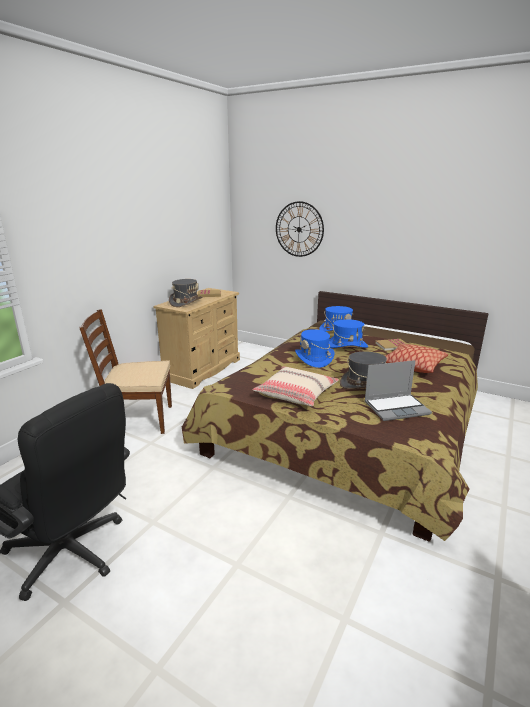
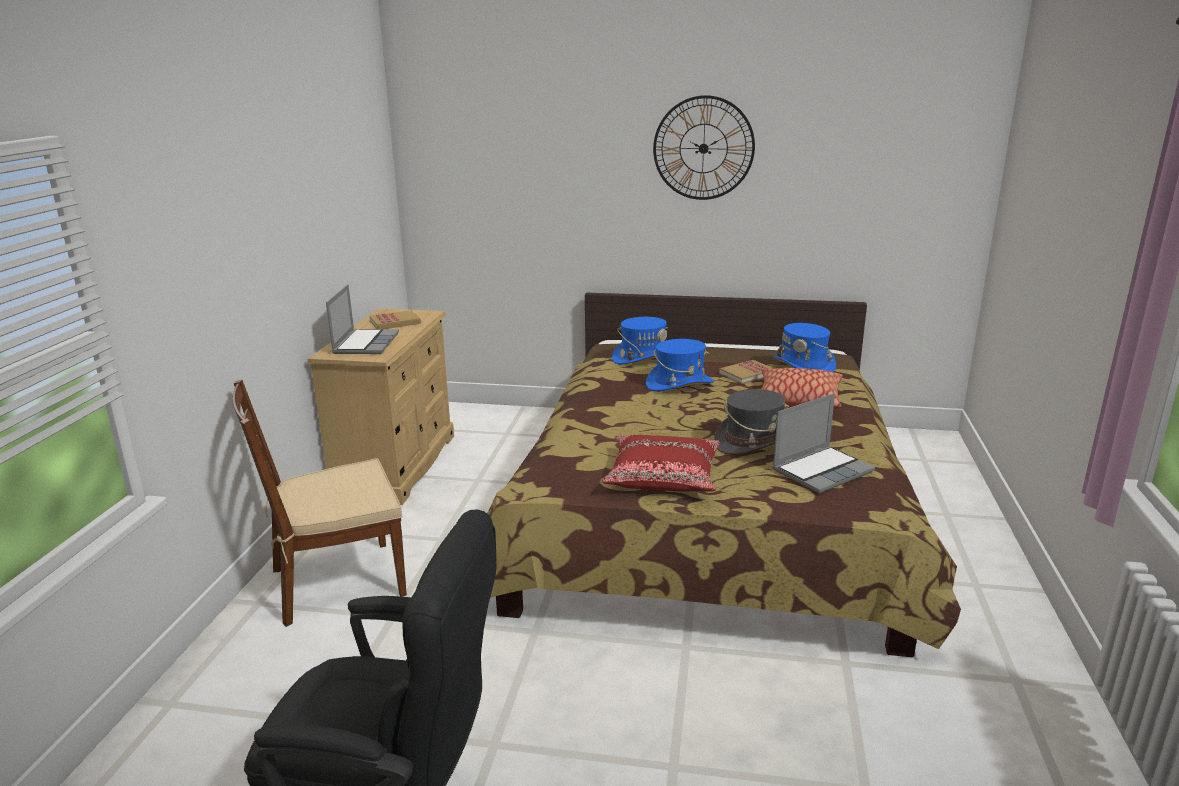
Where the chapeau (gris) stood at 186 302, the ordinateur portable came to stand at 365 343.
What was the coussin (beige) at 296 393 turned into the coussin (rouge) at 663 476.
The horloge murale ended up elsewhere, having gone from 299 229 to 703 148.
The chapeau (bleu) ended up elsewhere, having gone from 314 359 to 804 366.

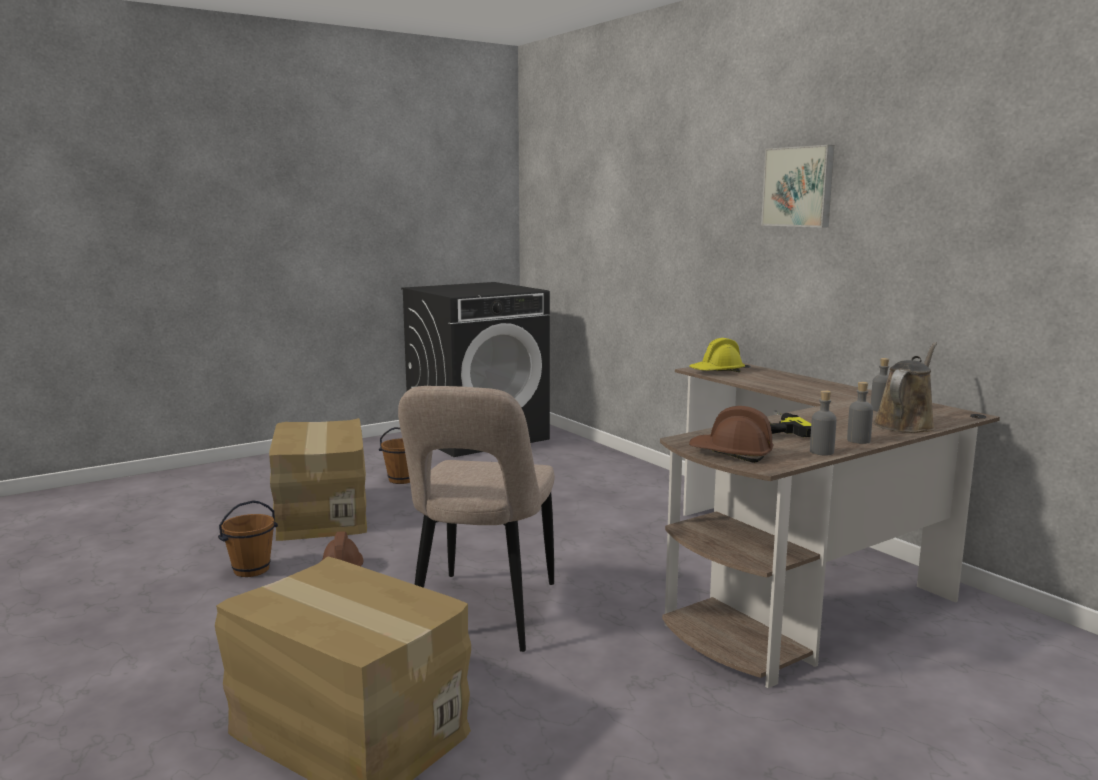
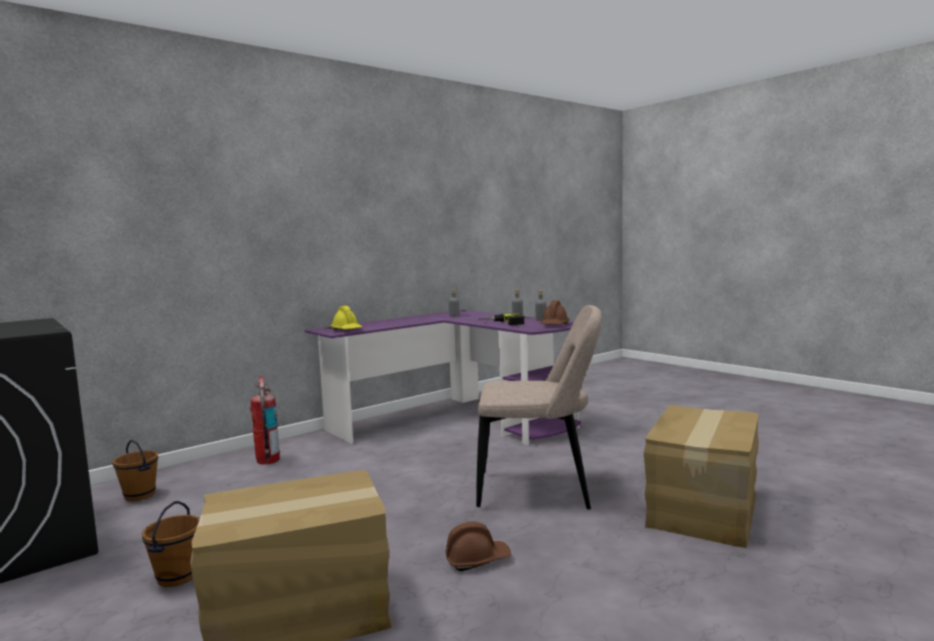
The seau (marron) ended up elsewhere, having gone from 251 570 to 139 495.
The second view gained the extincteur at 267 460.
What was the bureau (marron) at 798 578 turned into the bureau (violet) at 457 420.
The second view lost the tableau at 799 187.
The second view lost the arrosoir (marron) at 905 424.

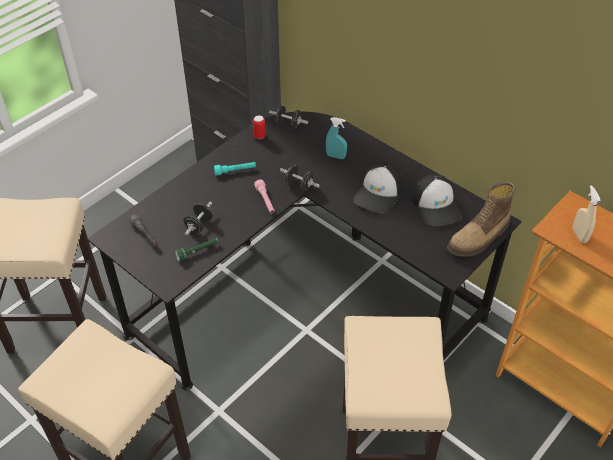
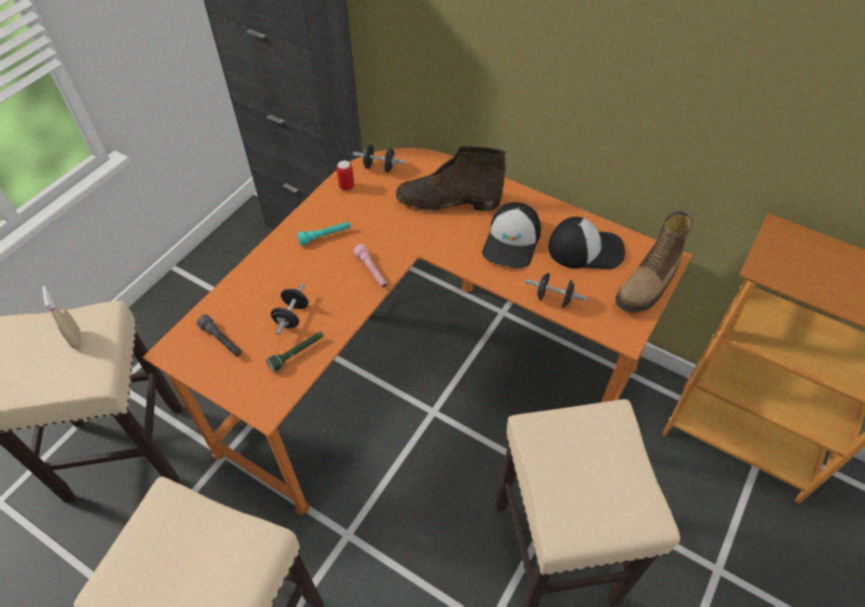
The vaporisateur (beige) ended up elsewhere, having gone from 579 235 to 76 339.
What was the bureau (noir) at 304 294 turned into the bureau (orange) at 422 367.
Where the vaporisateur (turquoise) stood at 335 156, the botte (marron) came to stand at 447 201.
The haltère (noir) ended up elsewhere, having gone from 299 185 to 553 298.
The casquette at 436 205 ended up facing another way, 60 degrees counterclockwise from before.

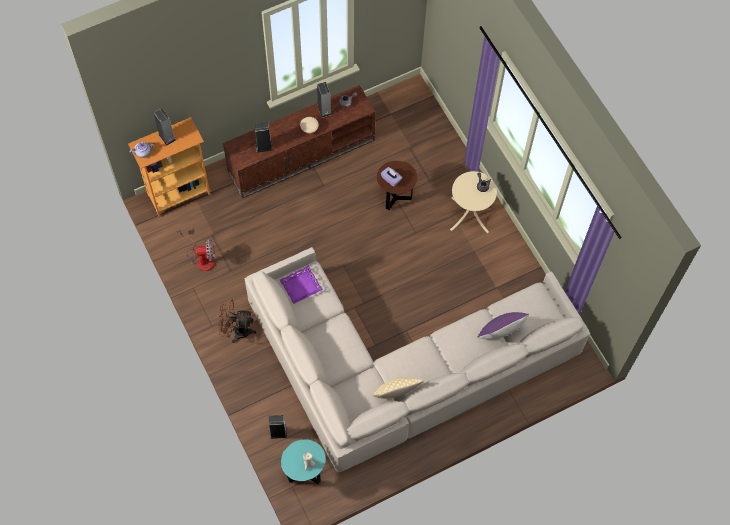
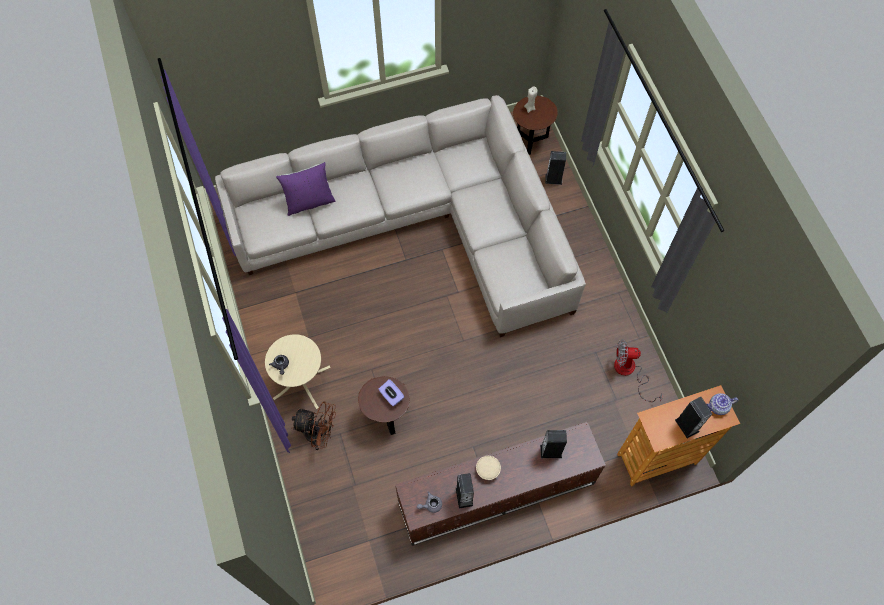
The ventilateur (marron) ended up elsewhere, having gone from 236 331 to 319 434.
What was the table d'appoint (turquoise) at 304 473 turned into the table d'appoint (marron) at 531 141.
The second view lost the plateau (violet) at 301 286.
The second view lost the coussin at 396 394.

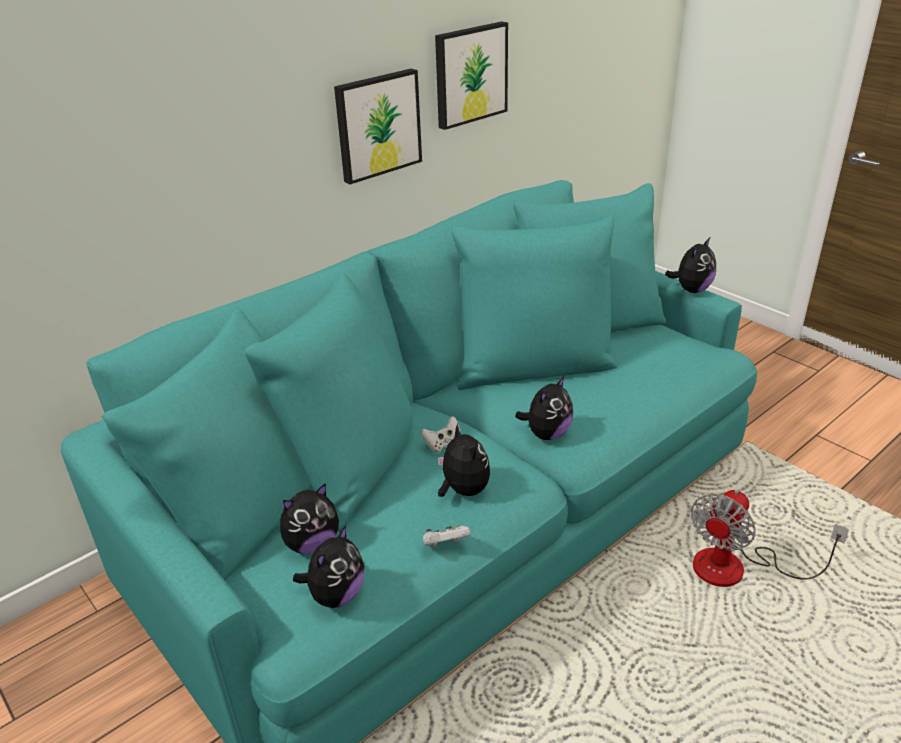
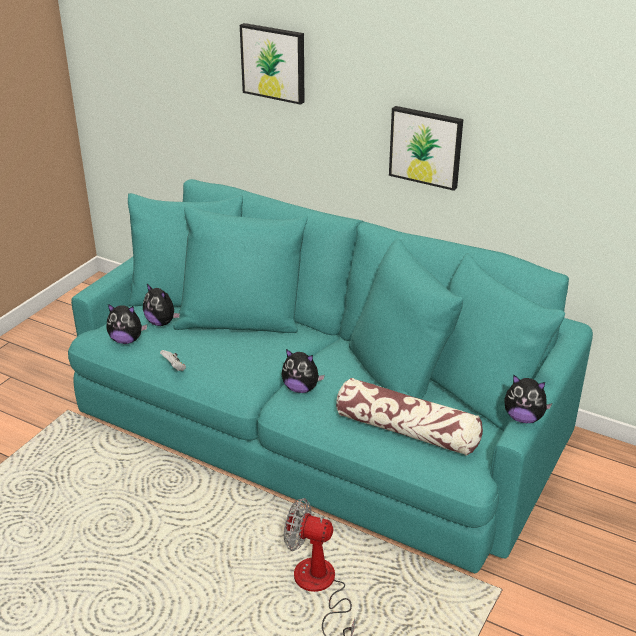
The tableau ended up elsewhere, having gone from 470 74 to 274 62.
The second view gained the coussin at 407 430.
The second view lost the manette (blanc) at 443 444.
The second view lost the peluche at 463 490.

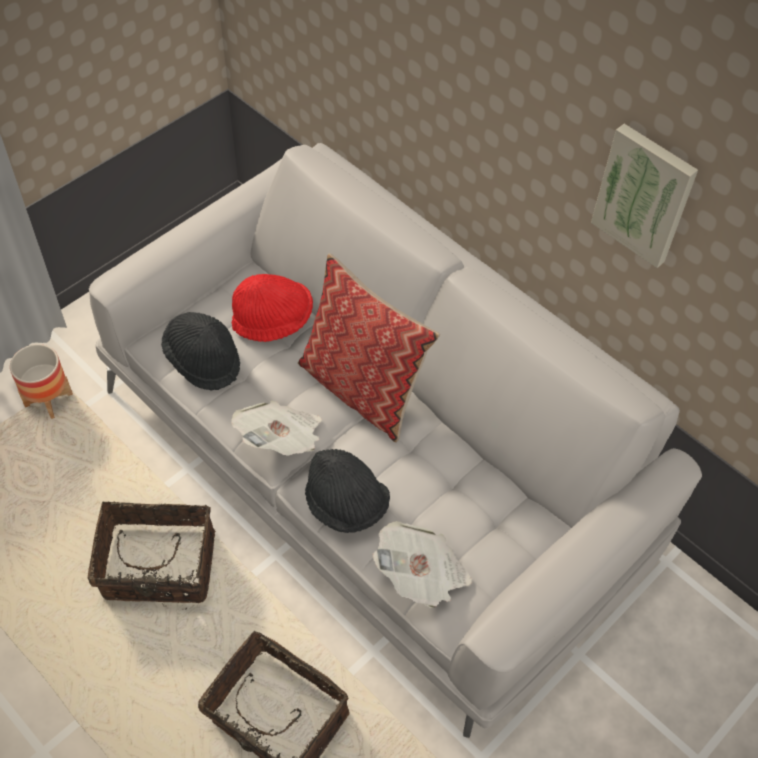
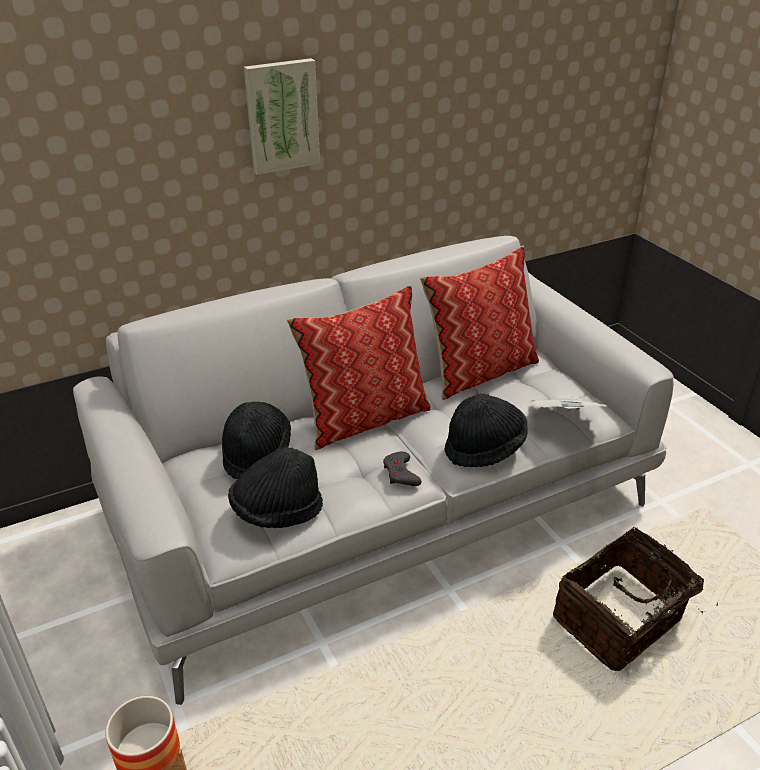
What was the chapeau (rouge) at 273 321 turned into the chapeau (noir) at 257 455.
The tableau ended up elsewhere, having gone from 645 194 to 281 116.
Where the journal stood at 281 439, the manette (gris) came to stand at 401 473.
The second view gained the coussin at 479 371.
The second view lost the panier at 159 569.

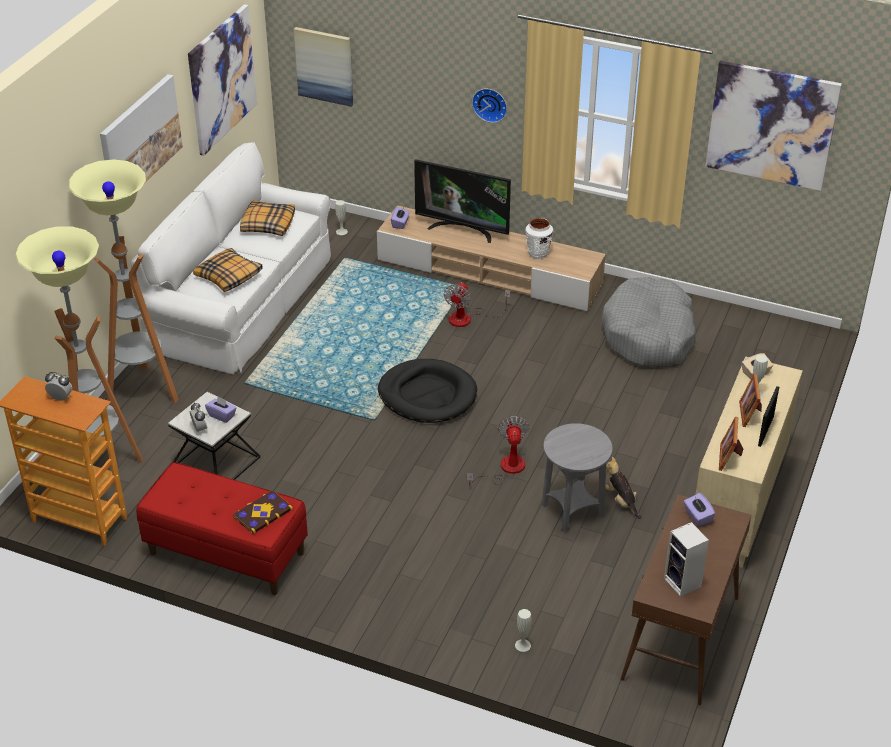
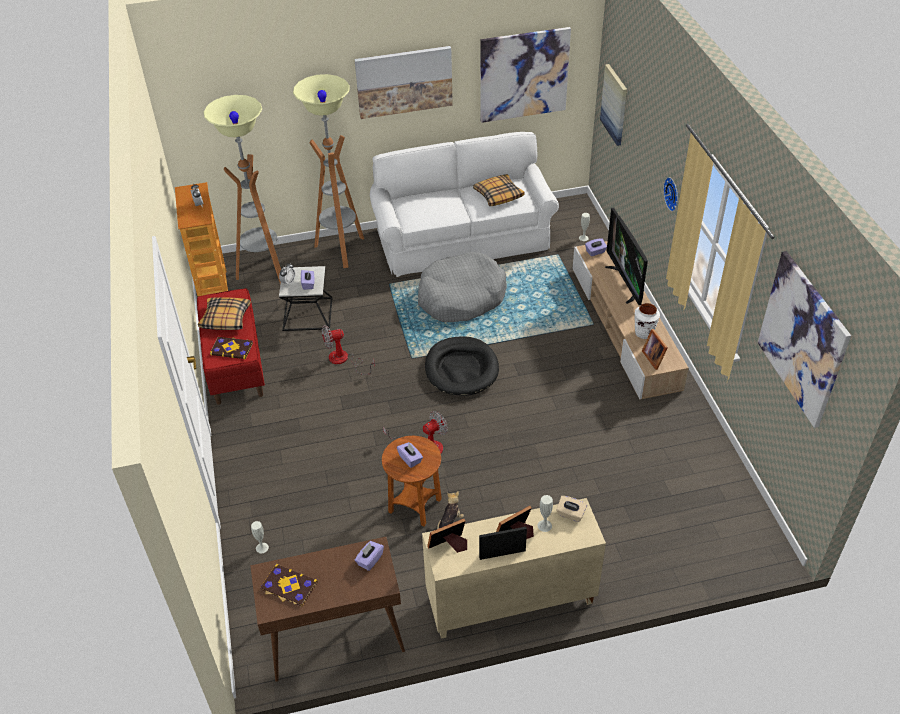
The coussin ended up elsewhere, having gone from 229 276 to 225 319.
Where the enceinte stood at 683 583, the livre came to stand at 288 586.
The ventilateur ended up elsewhere, having gone from 468 318 to 344 360.
What was the table d'appoint (gris) at 572 511 turned into the table d'appoint (marron) at 414 506.
The second view gained the boîte à mouchoirs (violet) at 410 459.
The panier pour chien (gris) ended up elsewhere, having gone from 648 335 to 461 297.
The second view gained the cadre photo at 654 358.

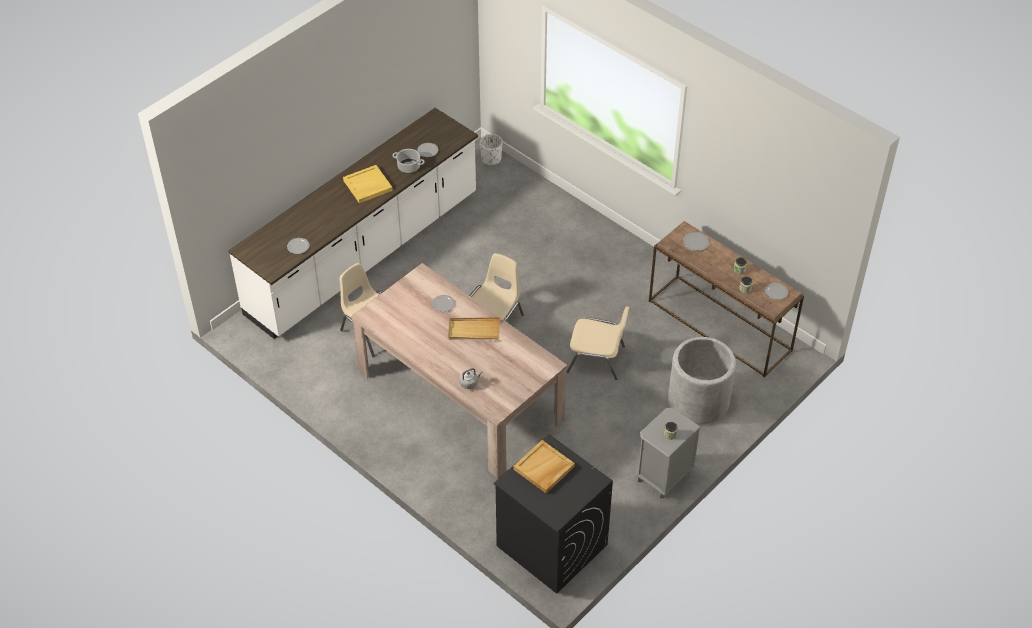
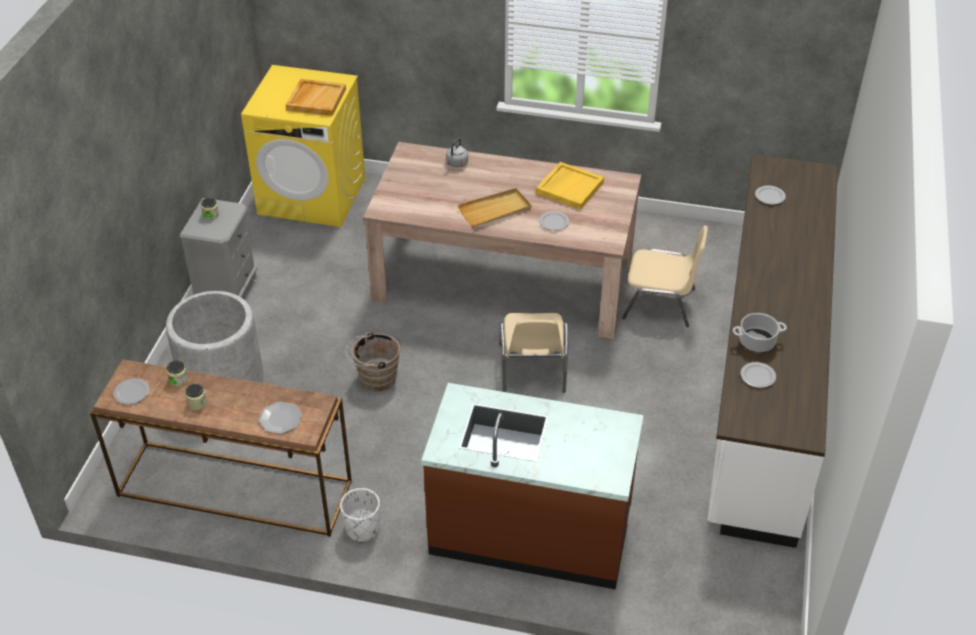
What was the lave-linge (noir) at 551 545 turned into the lave-linge (jaune) at 313 196.
The cache-pot (blanc) ended up elsewhere, having gone from 491 159 to 362 528.
Where the chaise (beige) stood at 597 359, the seau (marron) came to stand at 375 378.
The second view gained the comptoir de cuisine (marron) at 530 532.
The plateau (jaune) ended up elsewhere, having gone from 367 186 to 569 187.

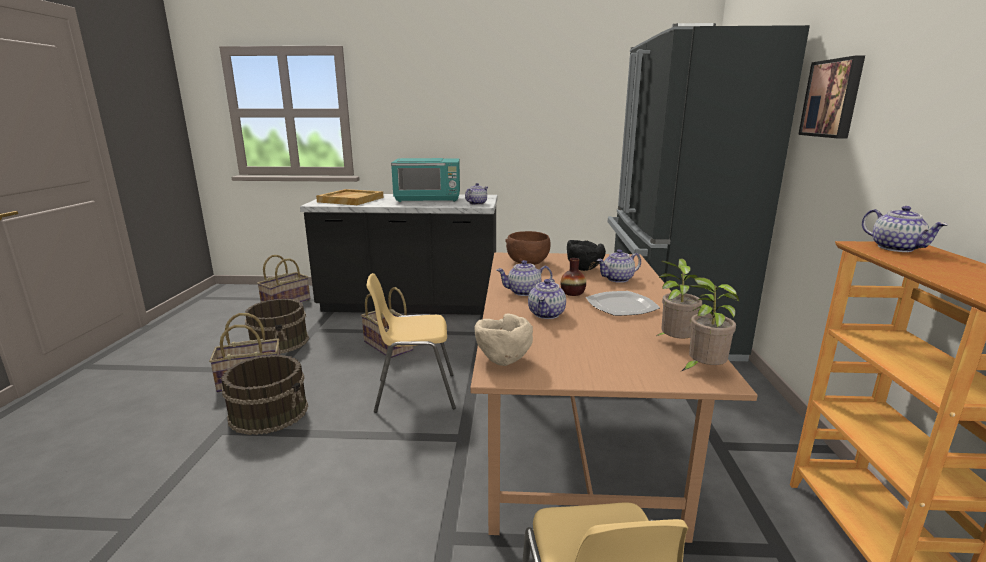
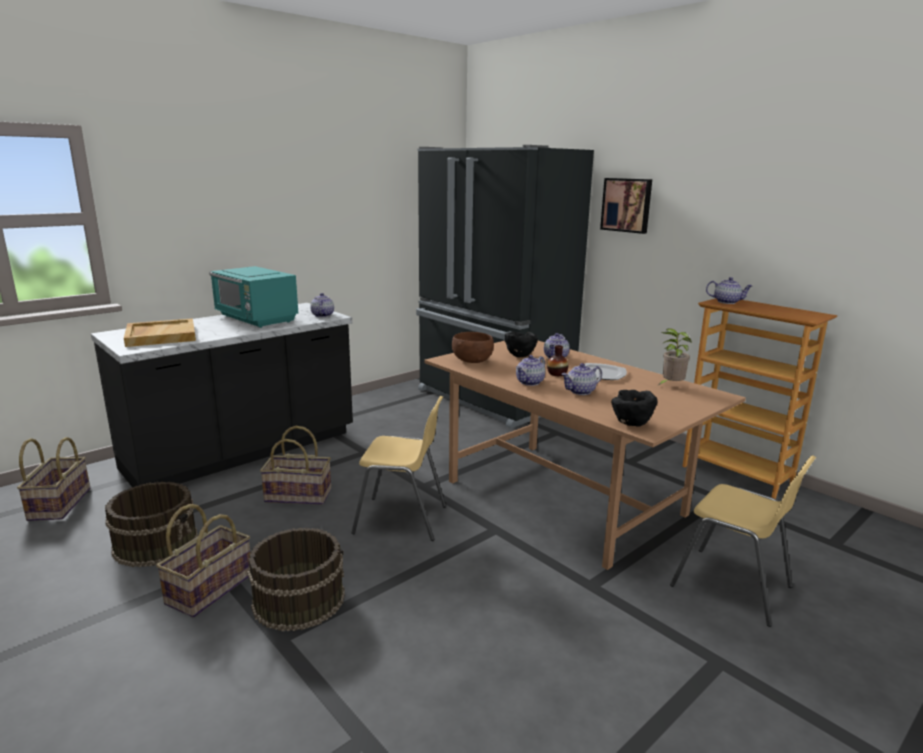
The micro-ondes (turquoise) at 429 199 ended up facing another way, 90 degrees clockwise from before.
The chaise (jaune) at 415 393 ended up facing another way, 120 degrees counterclockwise from before.
The théière at 547 314 ended up facing another way, 90 degrees clockwise from before.
What was the bol (beige) at 502 361 turned into the bol (noir) at 631 424.
The second view lost the plante en pot at 702 370.

